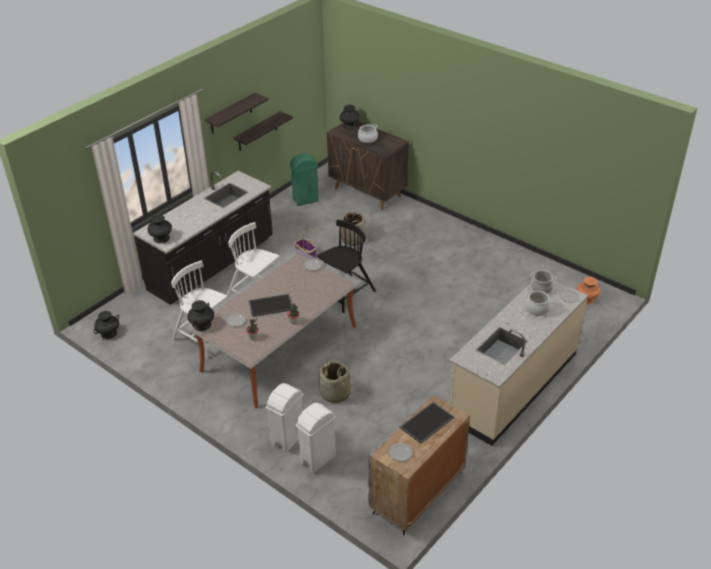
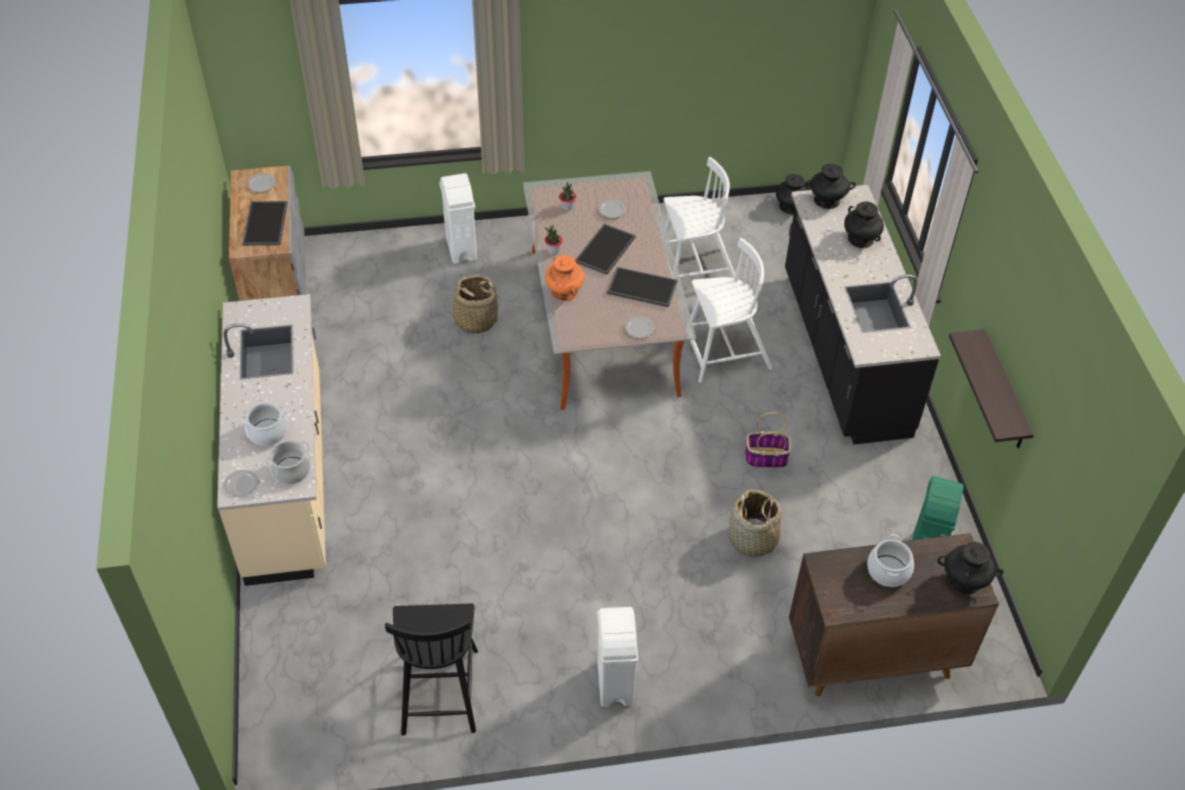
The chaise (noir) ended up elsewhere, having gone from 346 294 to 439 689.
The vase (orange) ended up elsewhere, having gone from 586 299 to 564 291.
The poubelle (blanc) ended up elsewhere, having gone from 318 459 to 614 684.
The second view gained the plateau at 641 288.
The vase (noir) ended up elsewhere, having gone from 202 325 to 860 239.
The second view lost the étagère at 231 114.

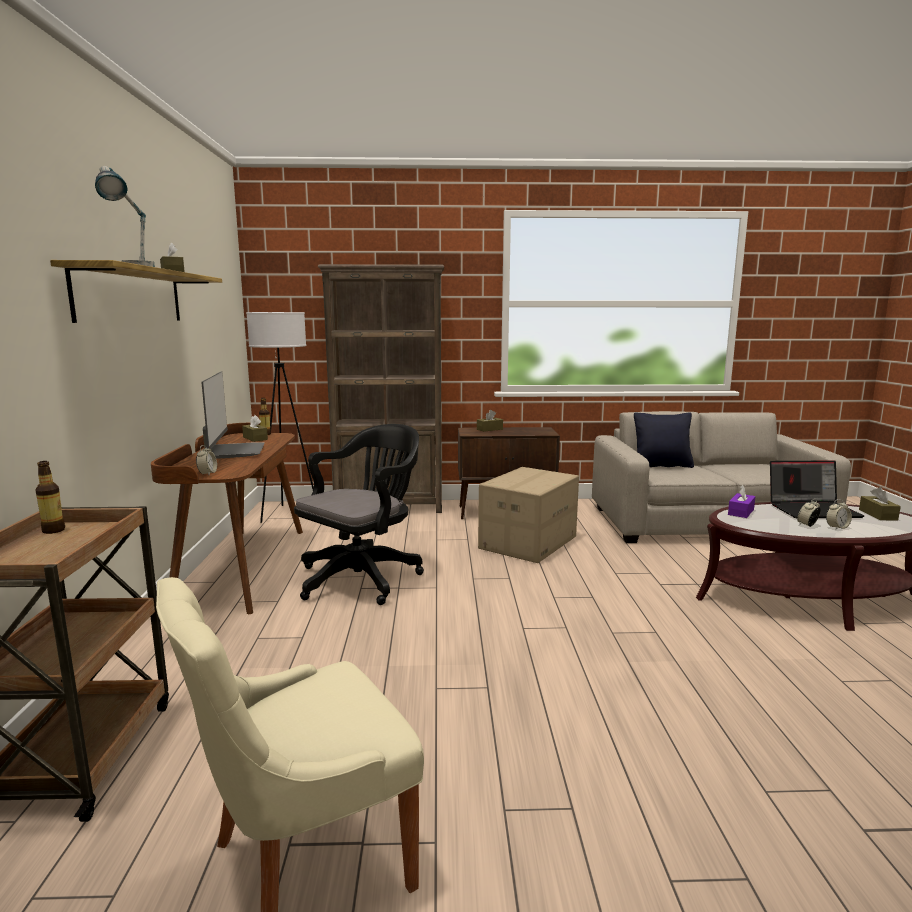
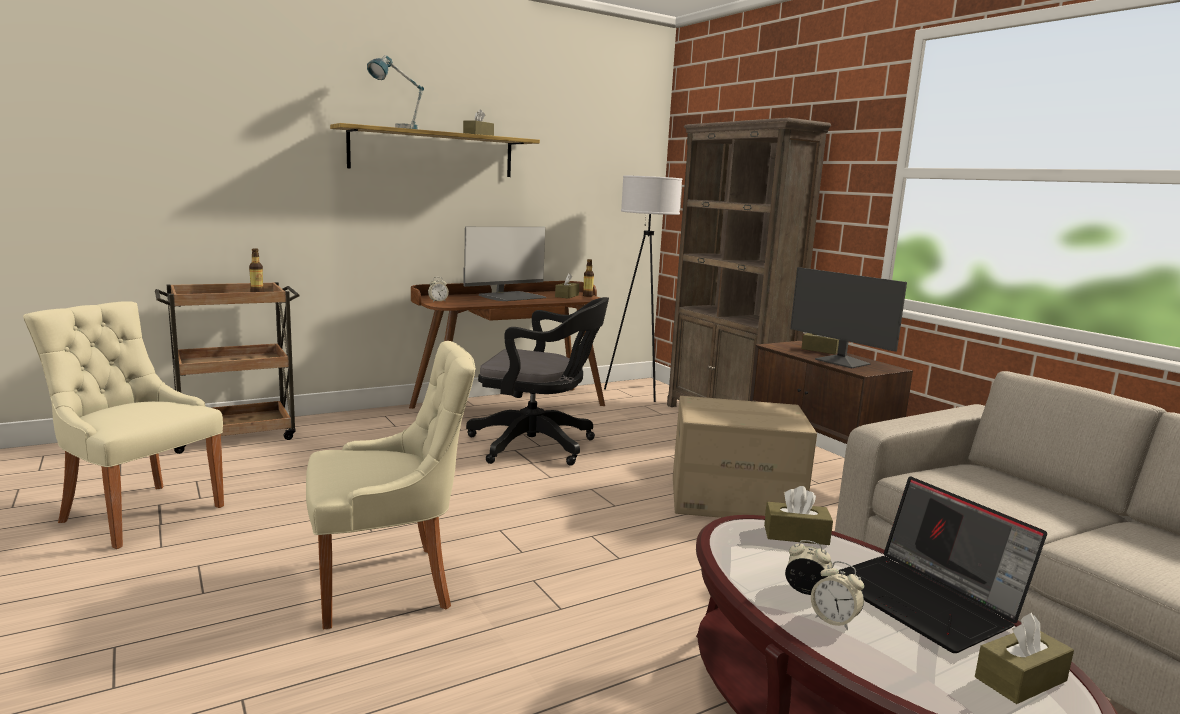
The second view gained the chaise (beige) at 389 583.
What was the boîte à mouchoirs (violet) at 741 512 turned into the boîte à mouchoirs (marron) at 796 535.
The second view gained the écran d'ordinateur at 841 362.
The second view lost the coussin (noir) at 661 465.

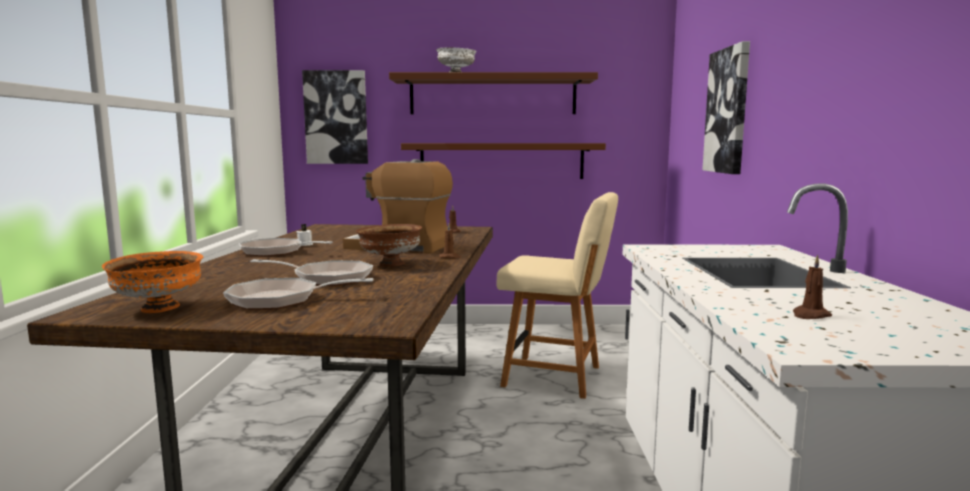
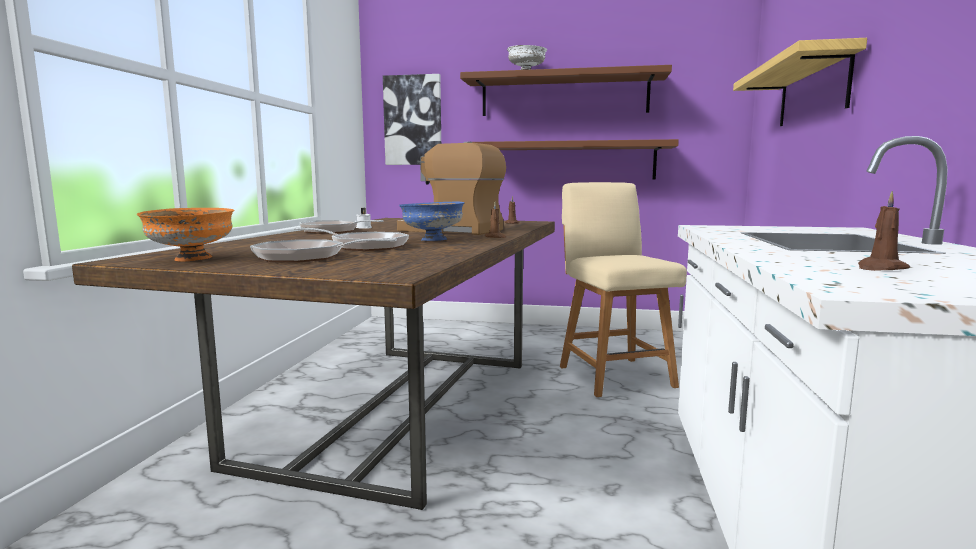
What was the bol (marron) at 390 265 turned into the bol (bleu) at 432 240.
The chaise (beige) at 556 377 ended up facing another way, 135 degrees counterclockwise from before.
Where the tableau hung at 728 111, the étagère came to hang at 812 91.

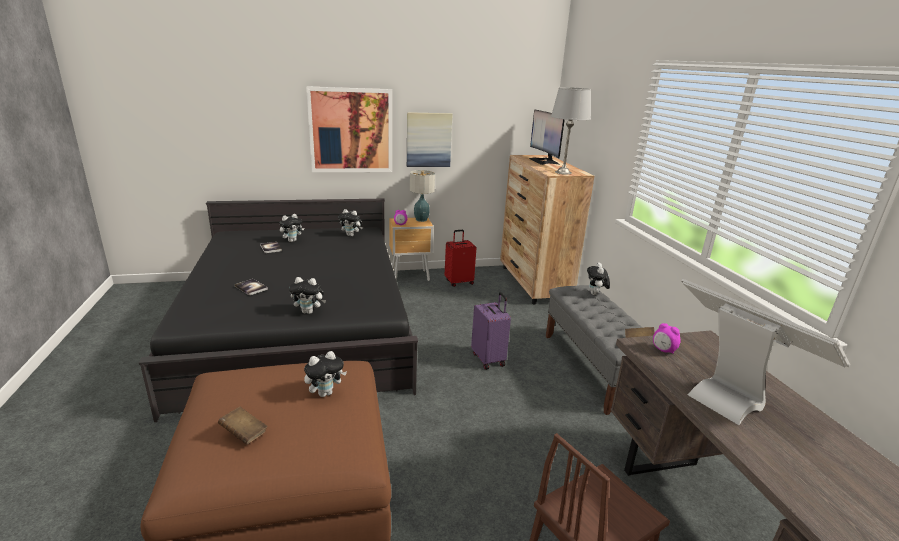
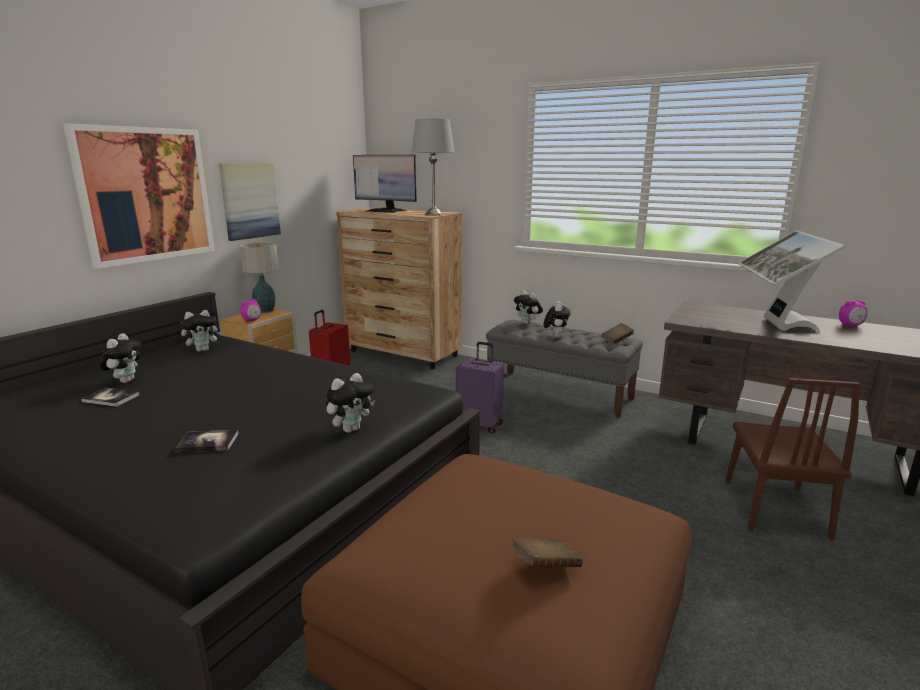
The peluche ended up elsewhere, having gone from 325 393 to 556 336.
The écran d'ordinateur at 733 396 ended up facing another way, 90 degrees counterclockwise from before.
The réveil ended up elsewhere, having gone from 663 350 to 850 325.

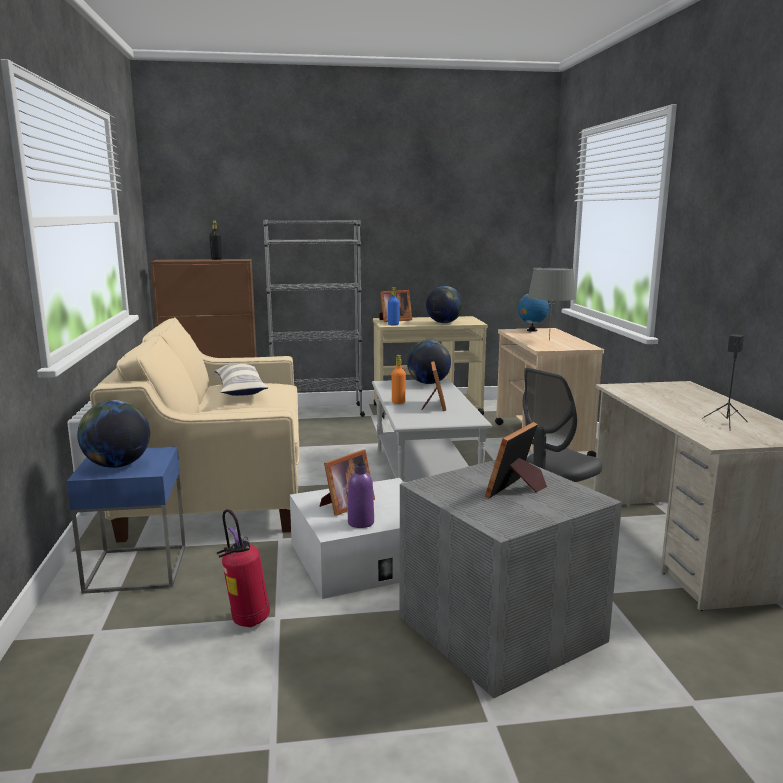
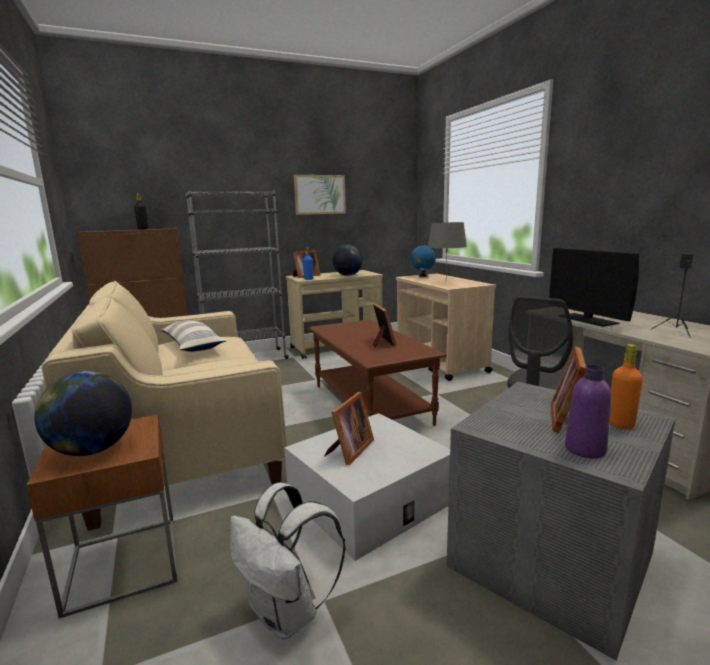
What was the table d'appoint (bleu) at 136 568 turned into the table d'appoint (marron) at 123 563.
Where the extincteur stood at 247 621, the sac à dos (blanc) came to stand at 287 613.
The second view gained the tableau at 319 194.
What was the table basse (gris) at 423 475 turned into the table basse (marron) at 369 404.
The second view gained the écran d'ordinateur at 587 319.
The bouteille (violet) ended up elsewhere, having gone from 361 522 to 585 449.
The bouteille (orange) ended up elsewhere, having gone from 398 402 to 620 424.
The second view lost the globe at 428 383.

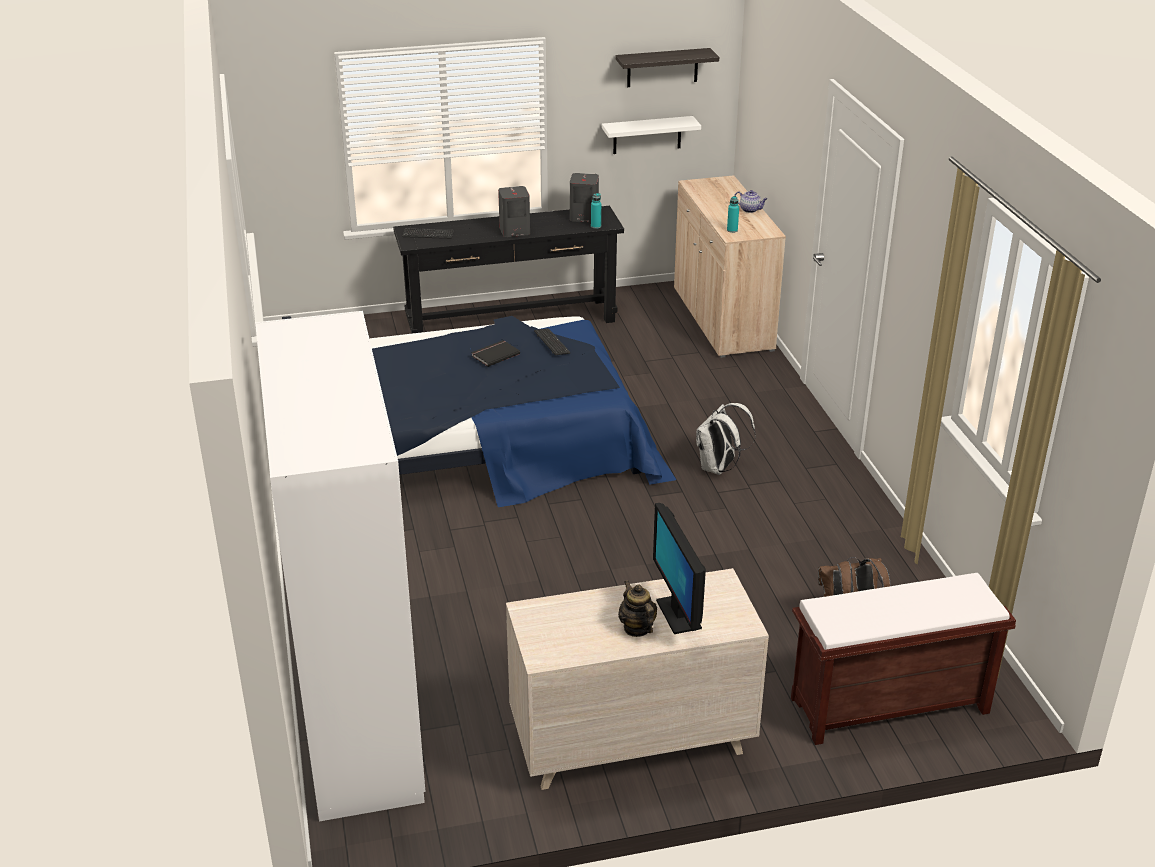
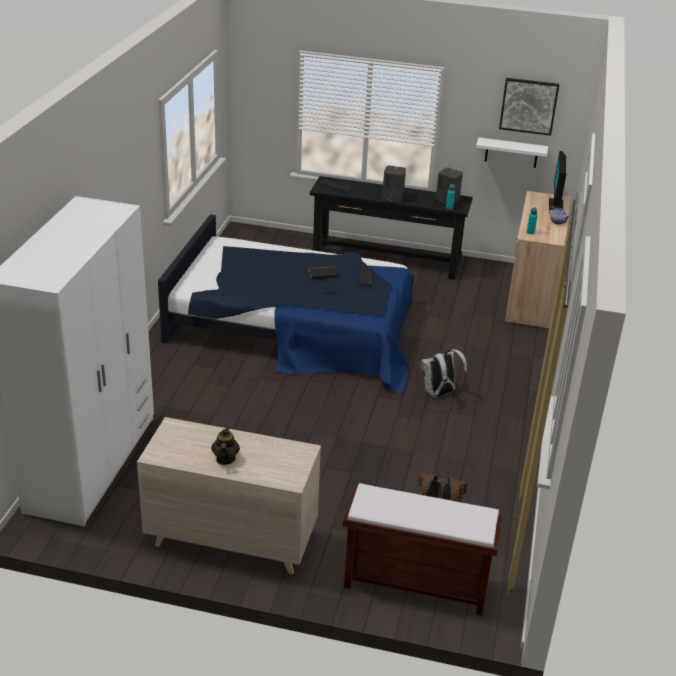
Where the étagère hung at 662 67, the tableau came to hang at 528 106.
The écran d'ordinateur ended up elsewhere, having gone from 678 614 to 555 205.

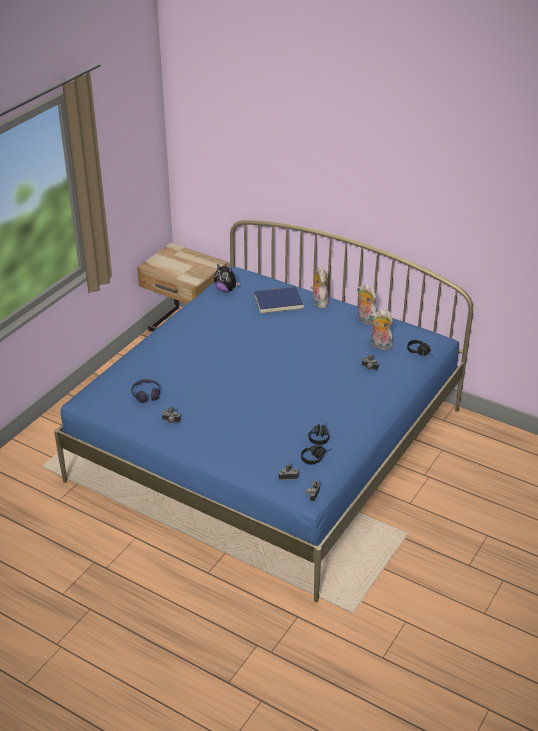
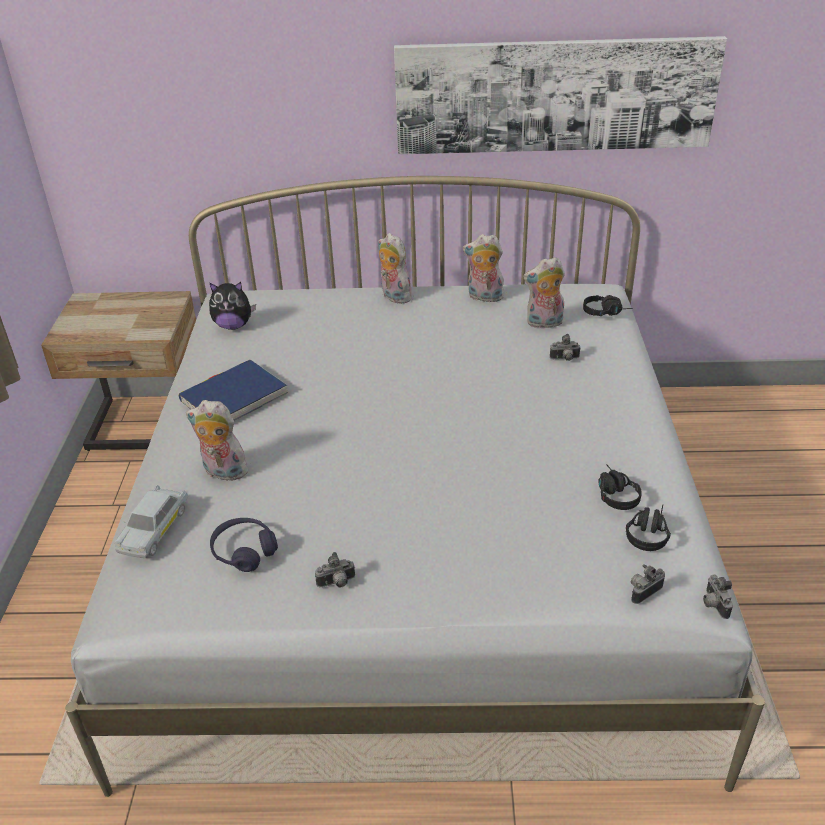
What was the lit (bleu) at 269 444 turned into the lit (blanc) at 417 549.
The second view gained the petite voiture (blanc) at 154 529.
The livre (bleu) ended up elsewhere, having gone from 278 302 to 234 398.
The second view gained the peluche at 223 472.
The second view gained the tableau at 555 96.

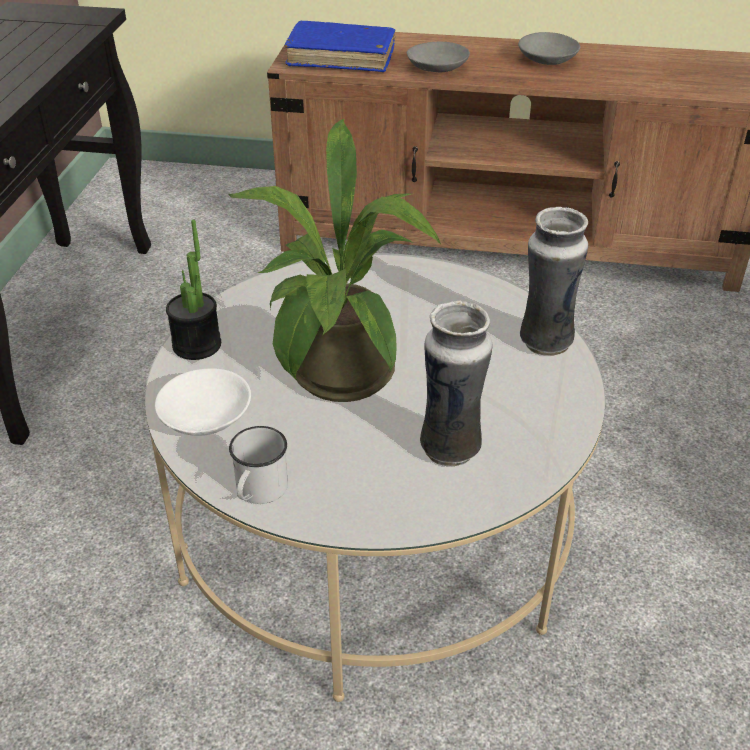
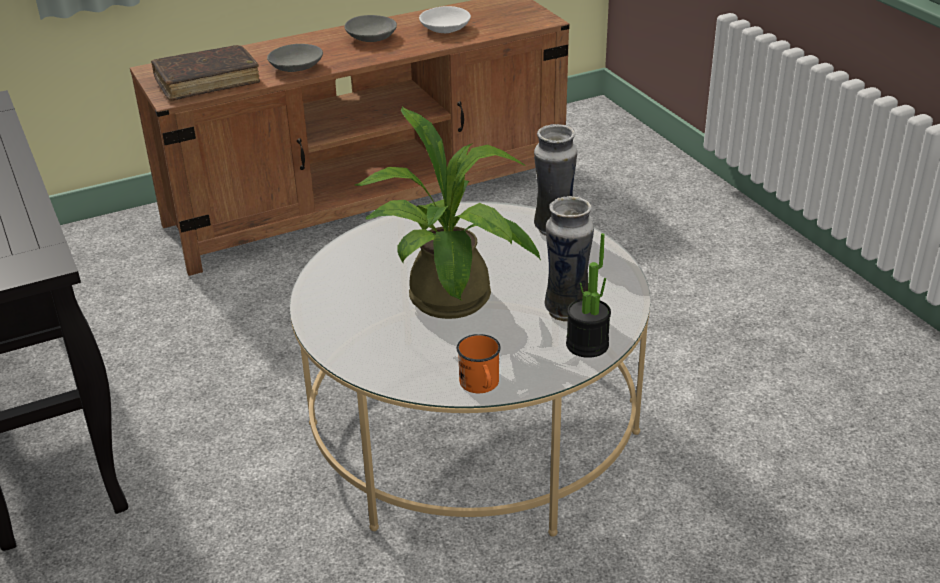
What was the livre (bleu) at 341 58 turned into the livre (marron) at 207 82.
The bol (blanc) ended up elsewhere, having gone from 204 417 to 445 29.
What was the mug (blanc) at 258 492 turned into the mug (orange) at 481 385.
The plante en pot ended up elsewhere, having gone from 197 345 to 587 345.

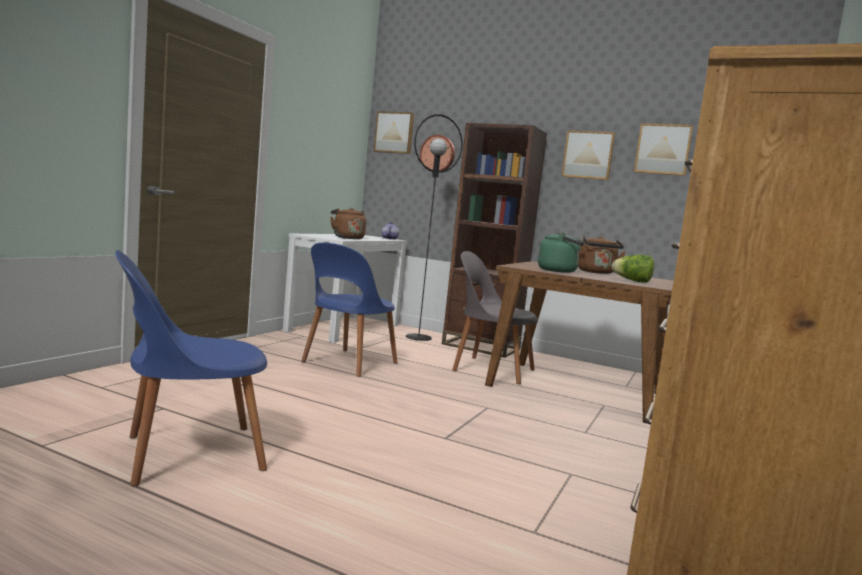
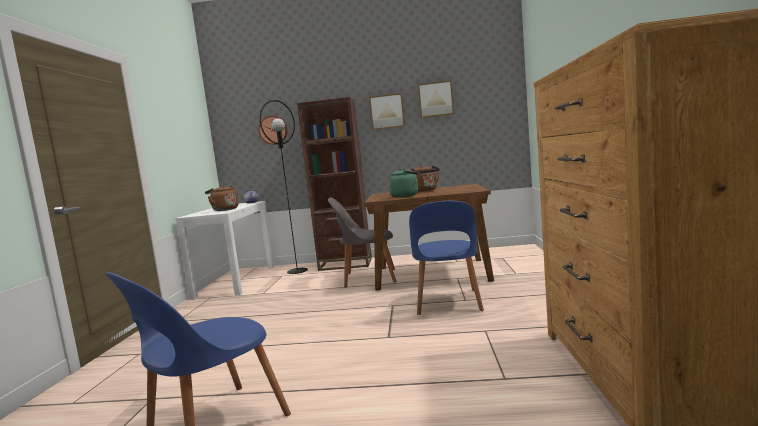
The chaise (bleu) ended up elsewhere, having gone from 347 363 to 448 303.
The second view lost the tableau at 394 133.
The second view lost the laitue at 632 281.

